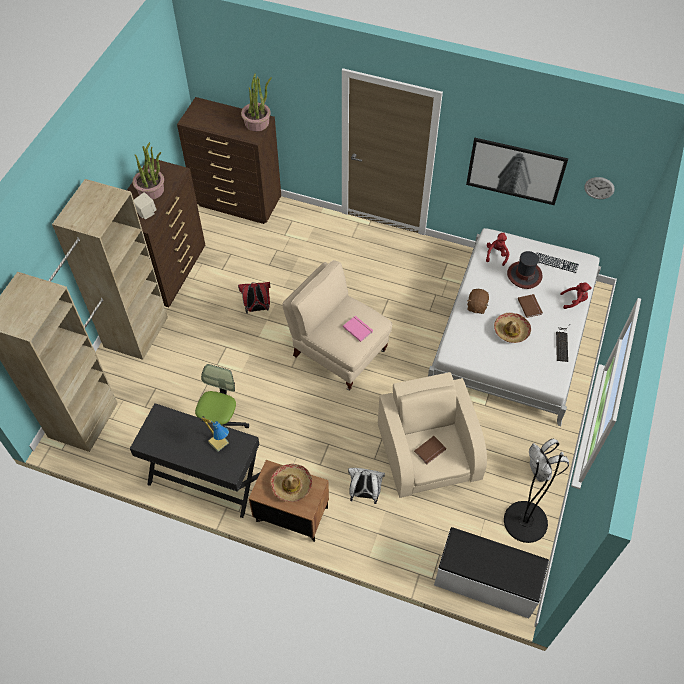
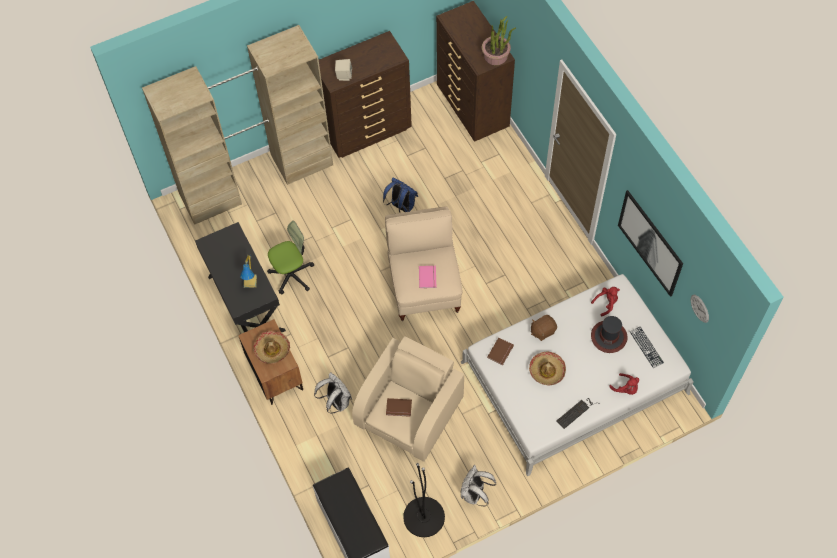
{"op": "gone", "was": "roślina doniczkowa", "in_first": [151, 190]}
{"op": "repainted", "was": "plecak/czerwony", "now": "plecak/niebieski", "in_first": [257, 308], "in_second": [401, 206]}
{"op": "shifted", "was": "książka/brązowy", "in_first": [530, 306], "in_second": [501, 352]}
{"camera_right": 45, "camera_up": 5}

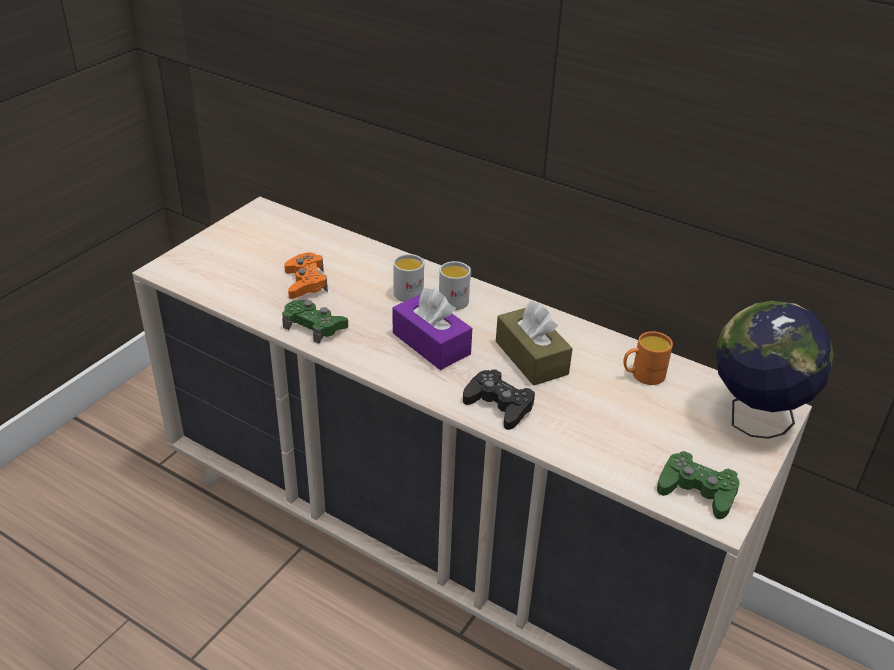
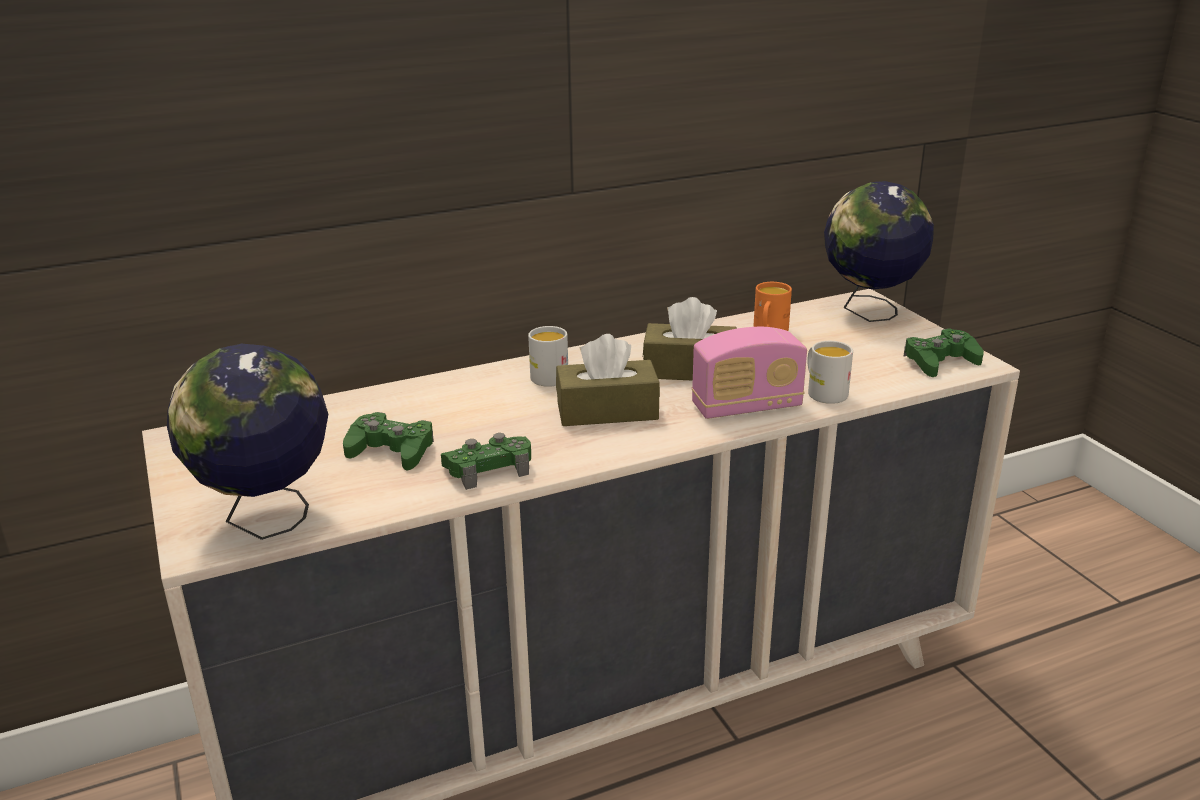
{"op": "repainted", "was": "pad do gier/pomarańczowy", "now": "pad do gier/zielony", "in_first": [306, 282], "in_second": [391, 450]}
{"op": "shifted", "was": "kubek/biały", "in_first": [411, 291], "in_second": [823, 392]}
{"op": "repainted", "was": "pudełko chusteczek/fioletowy", "now": "pudełko chusteczek/brązowy", "in_first": [431, 343], "in_second": [607, 411]}
{"op": "swapped", "was": "pad do gier/czarny", "now": "radio", "in_first": [499, 405], "in_second": [746, 407]}
{"op": "new", "now": "globus", "in_second": [267, 519]}
{"camera_right": -55, "camera_up": -10}

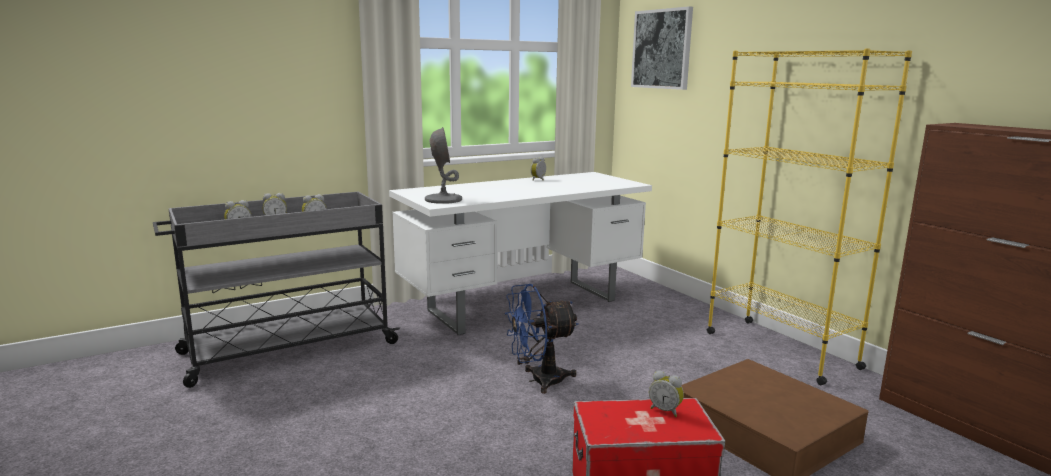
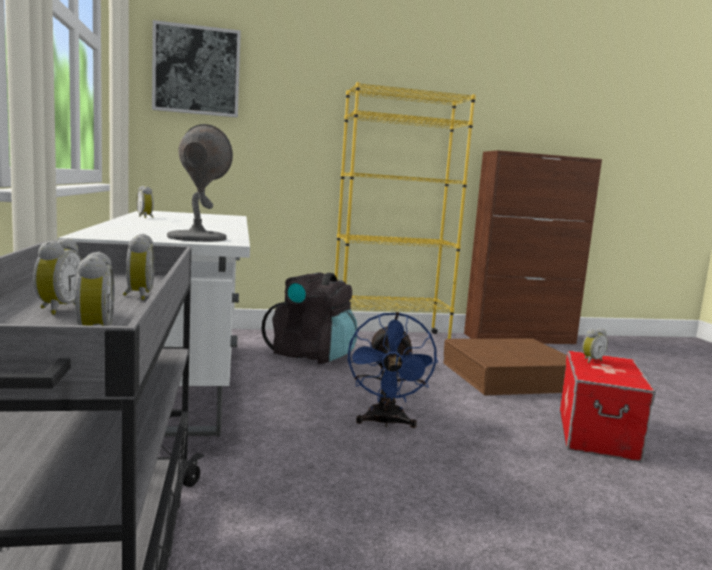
{"op": "new", "now": "plecak/czarny", "in_second": [312, 355]}
{"camera_right": -70, "camera_up": -5}

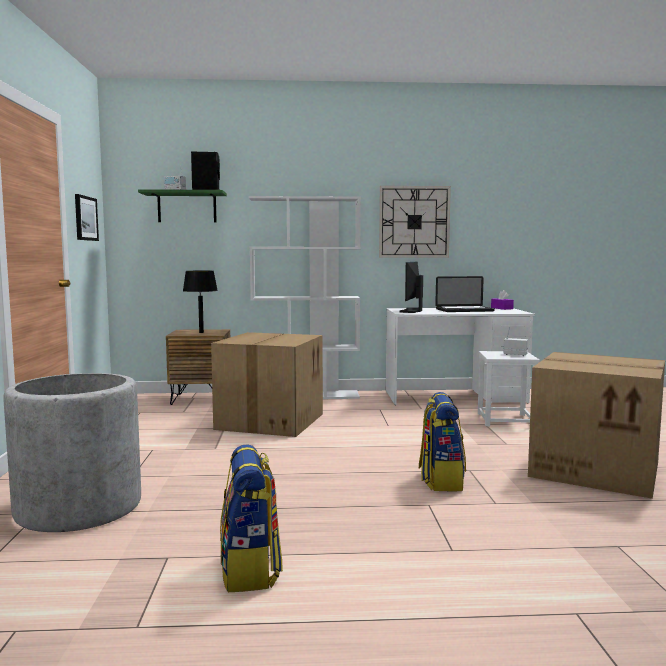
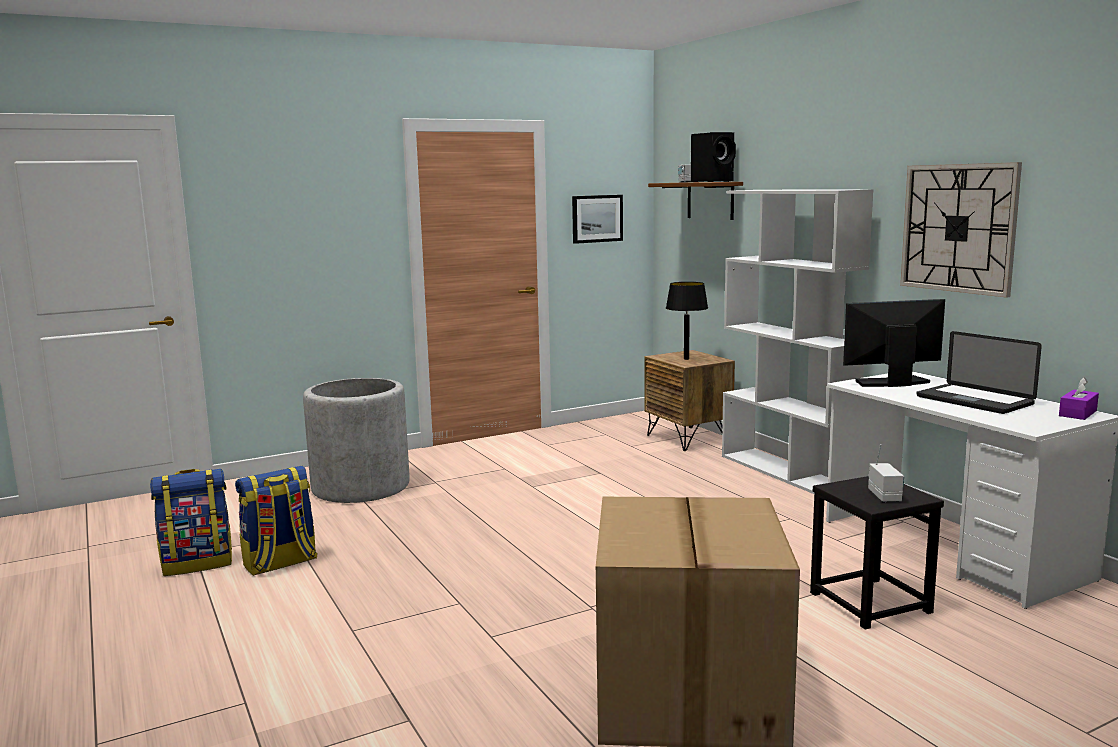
{"op": "repainted", "was": "półka/zielony", "now": "półka/brązowy", "in_first": [187, 207], "in_second": [710, 200]}
{"op": "gone", "was": "karton", "in_first": [269, 421]}
{"op": "repainted", "was": "stołek/biały", "now": "stołek/czarny", "in_first": [505, 420], "in_second": [869, 602]}
{"op": "shifted", "was": "plecak", "in_first": [440, 480], "in_second": [198, 563]}
{"camera_right": 65, "camera_up": 5}

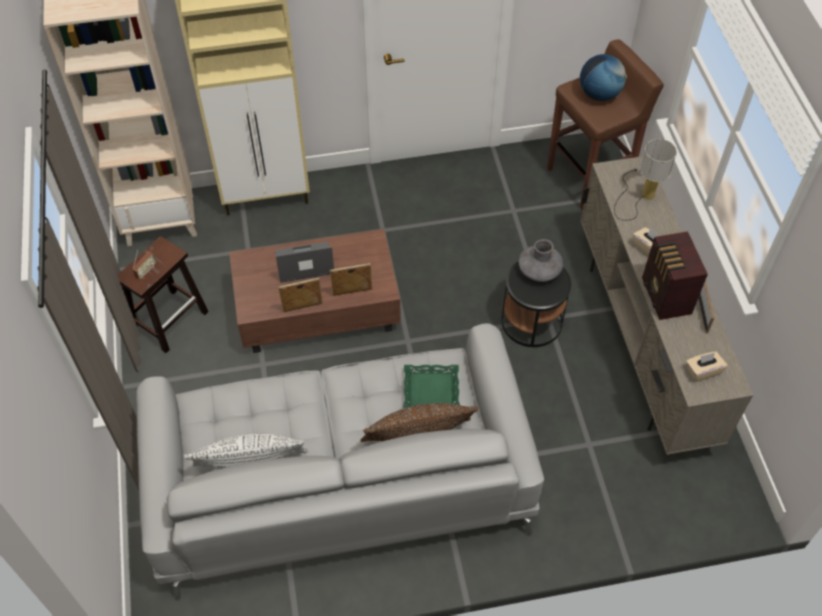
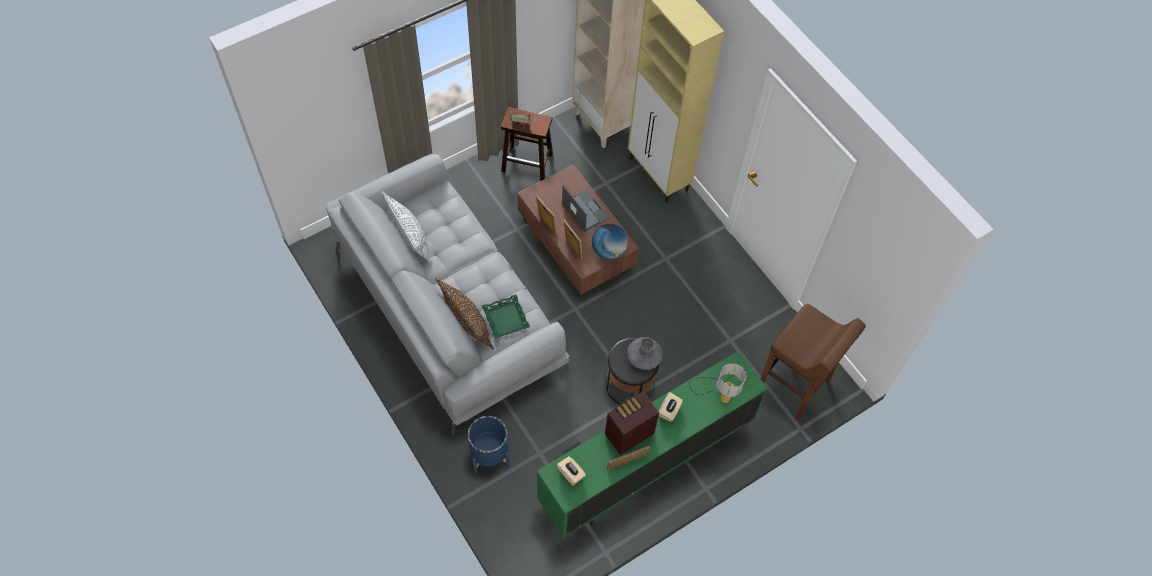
{"op": "shifted", "was": "globus", "in_first": [599, 94], "in_second": [608, 251]}
{"op": "repainted", "was": "szafka pod telewizor/beżowy", "now": "szafka pod telewizor/zielony", "in_first": [642, 343], "in_second": [645, 467]}
{"op": "new", "now": "donica/niebieski", "in_second": [489, 454]}
{"camera_right": 65, "camera_up": 5}

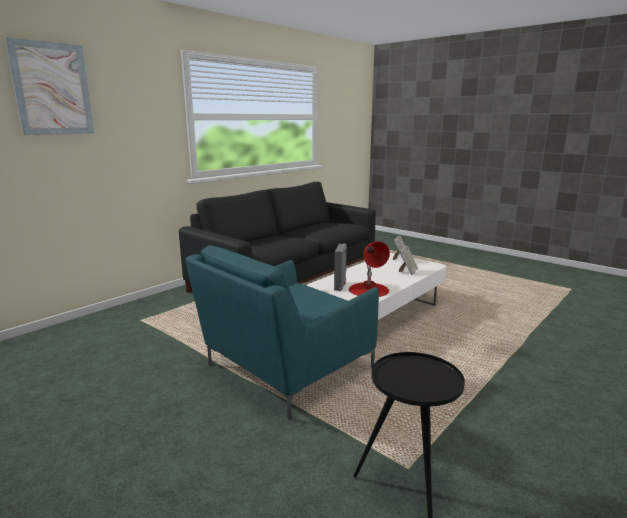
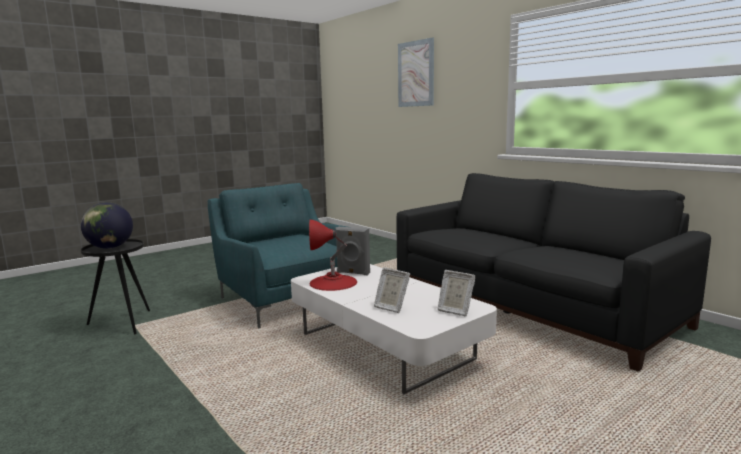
{"op": "new", "now": "globus", "in_second": [110, 247]}
{"camera_right": 100, "camera_up": -5}

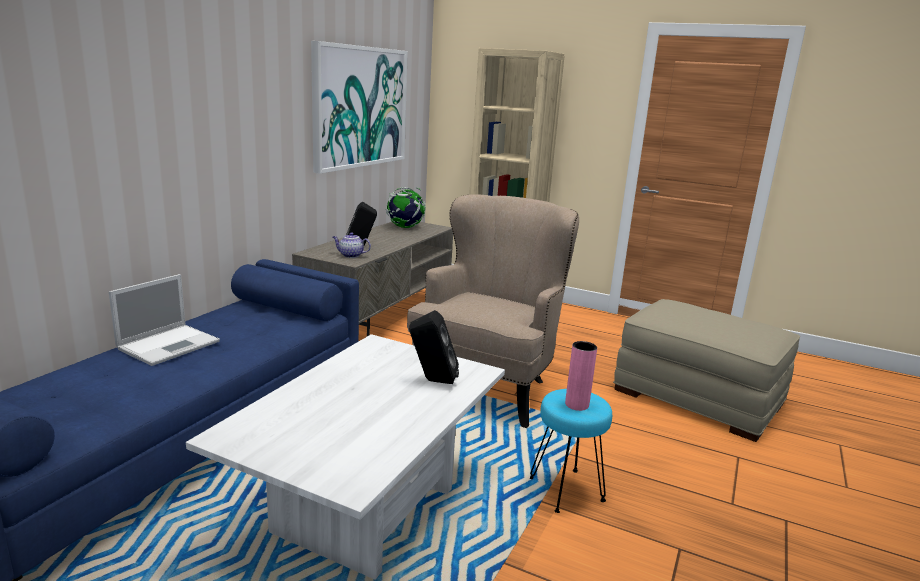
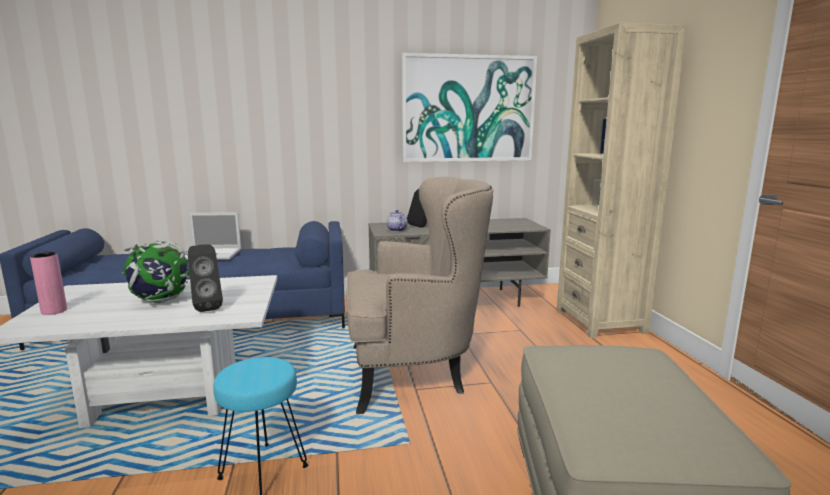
{"op": "shifted", "was": "globus", "in_first": [405, 227], "in_second": [160, 301]}
{"op": "shifted", "was": "wazon/różowy", "in_first": [577, 405], "in_second": [54, 311]}
{"camera_right": 55, "camera_up": -5}

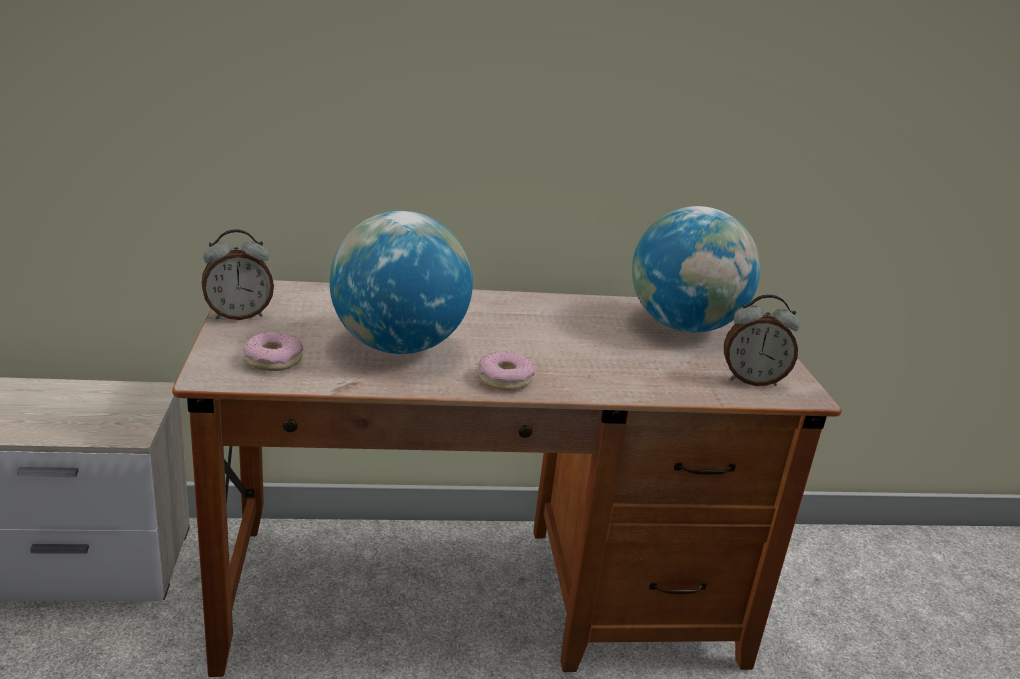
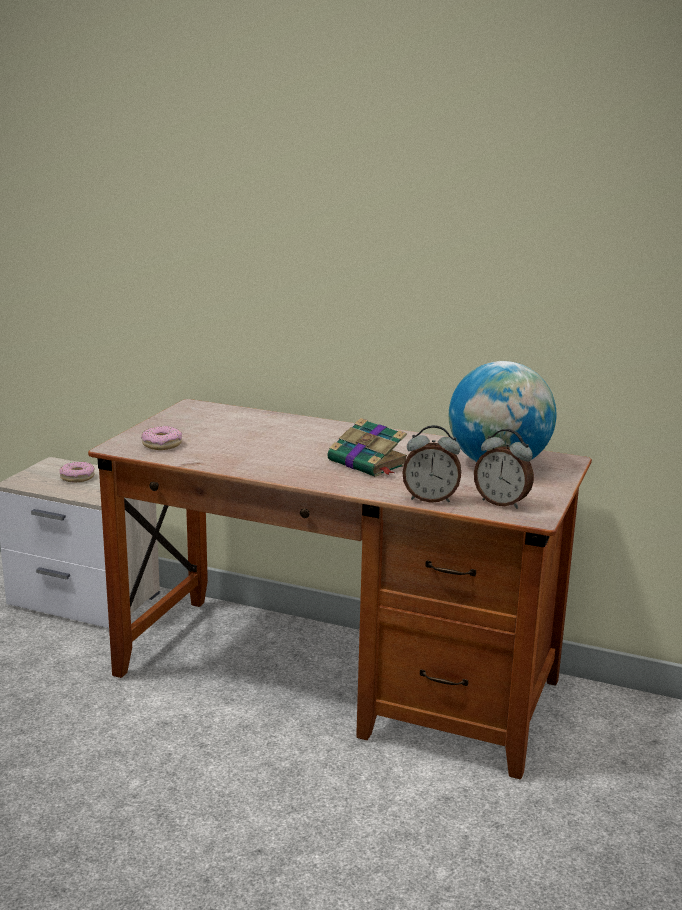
{"op": "gone", "was": "globus", "in_first": [398, 347]}
{"op": "shifted", "was": "budzik", "in_first": [238, 315], "in_second": [430, 499]}
{"op": "shifted", "was": "donut", "in_first": [504, 379], "in_second": [77, 477]}
{"op": "new", "now": "książka", "in_second": [369, 463]}
{"camera_right": 30, "camera_up": -5}

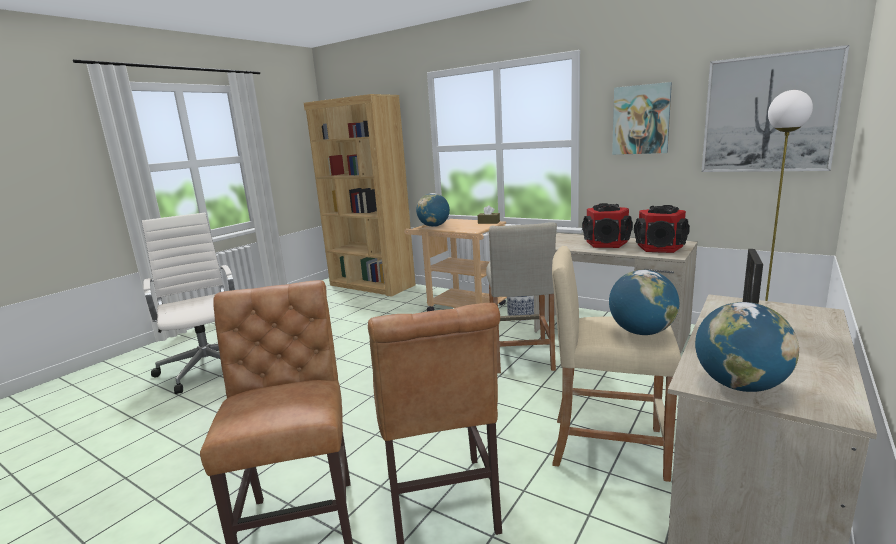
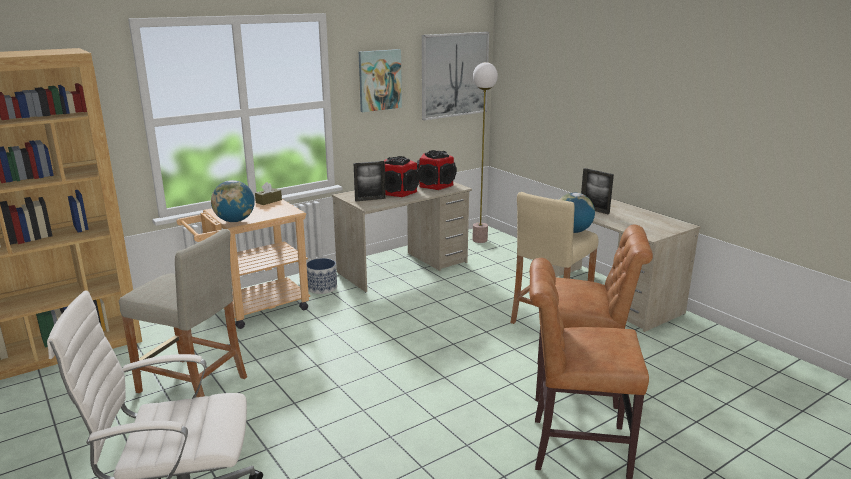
{"op": "shifted", "was": "stołek/beżowy", "in_first": [521, 354], "in_second": [192, 384]}
{"op": "gone", "was": "globus", "in_first": [740, 386]}
{"op": "new", "now": "ramka na zdjęcie", "in_second": [370, 199]}
{"camera_right": -70, "camera_up": 5}

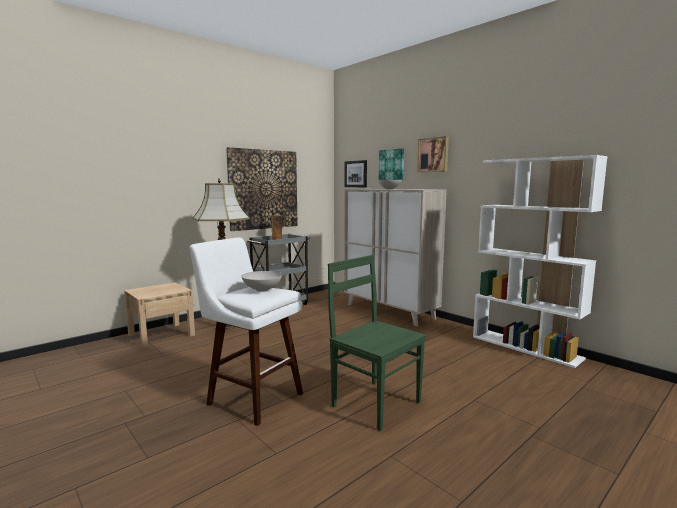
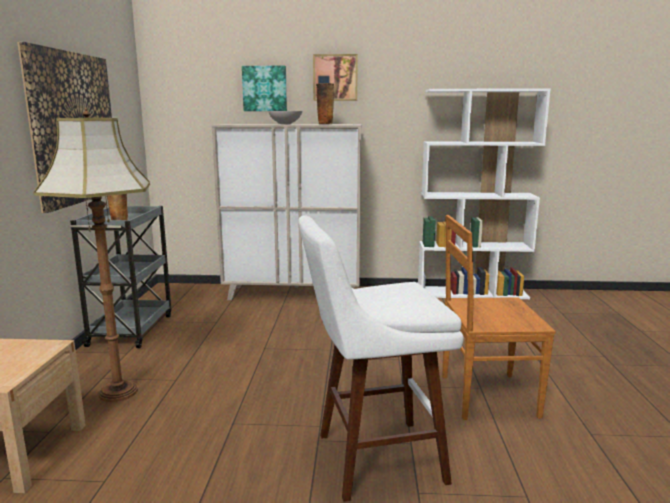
{"op": "gone", "was": "obraz", "in_first": [356, 174]}
{"op": "repainted", "was": "krzesło/zielony", "now": "krzesło/brązowy", "in_first": [374, 403], "in_second": [485, 396]}
{"op": "gone", "was": "miska/biały", "in_first": [263, 290]}
{"op": "new", "now": "wazon", "in_second": [325, 124]}
{"camera_right": -45, "camera_up": 5}

